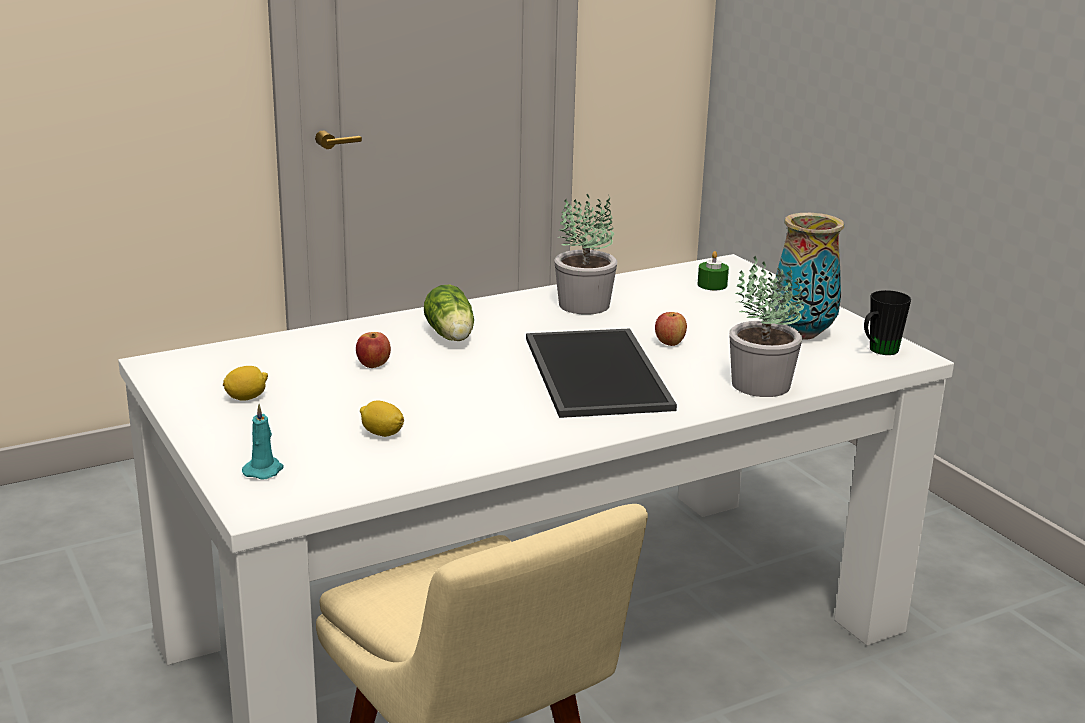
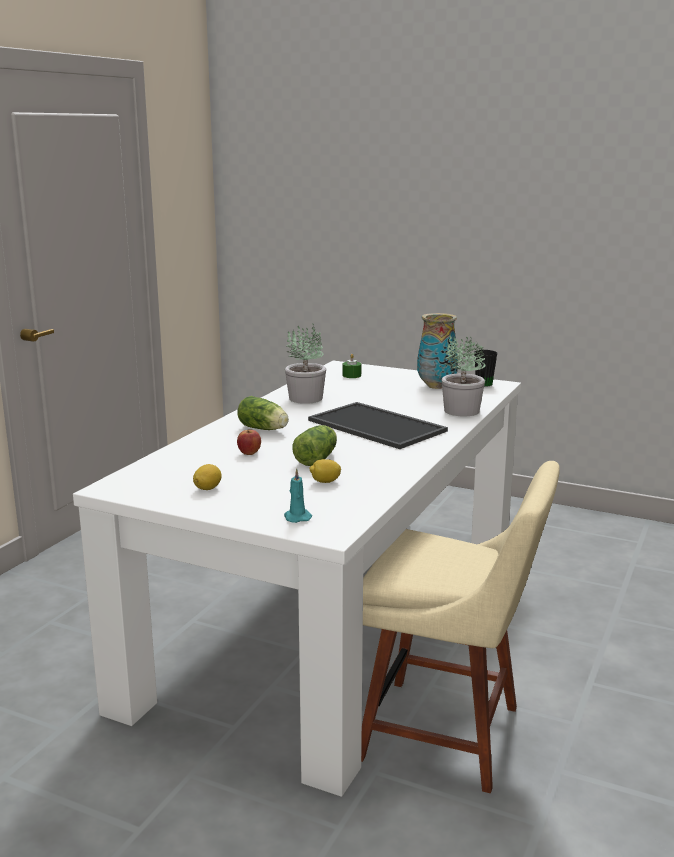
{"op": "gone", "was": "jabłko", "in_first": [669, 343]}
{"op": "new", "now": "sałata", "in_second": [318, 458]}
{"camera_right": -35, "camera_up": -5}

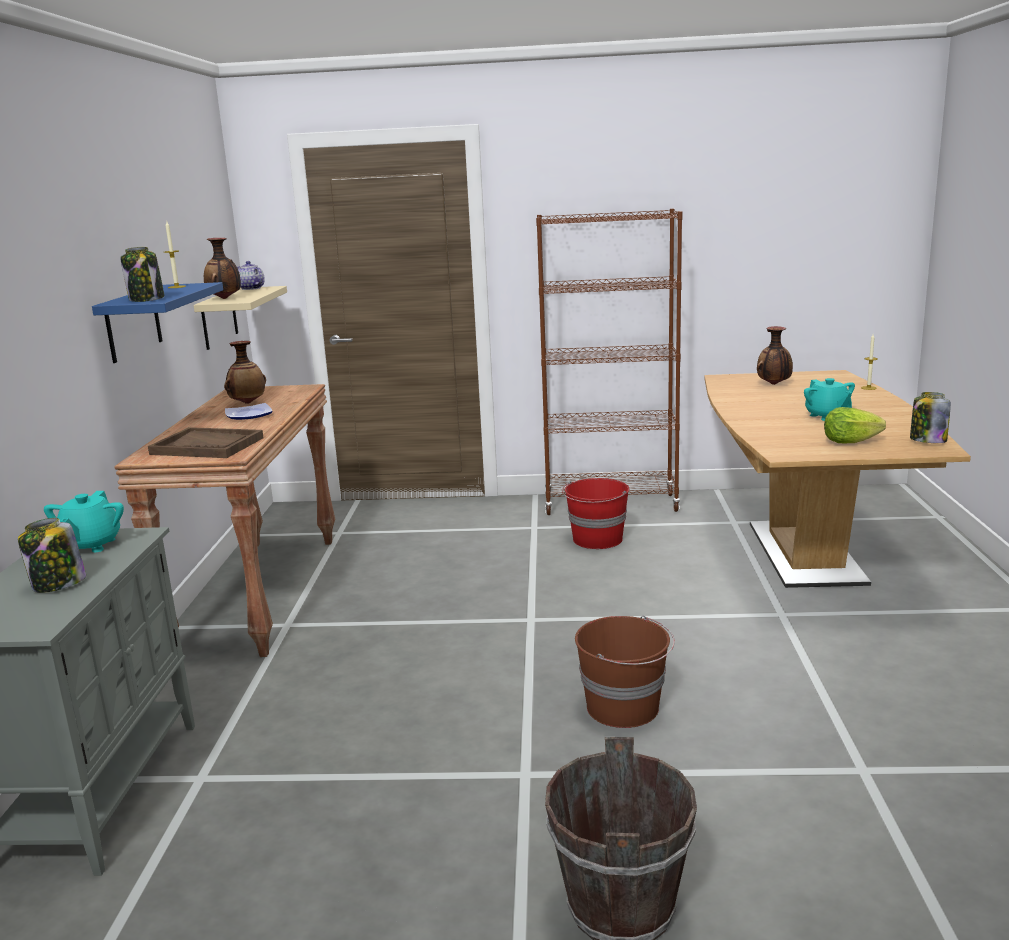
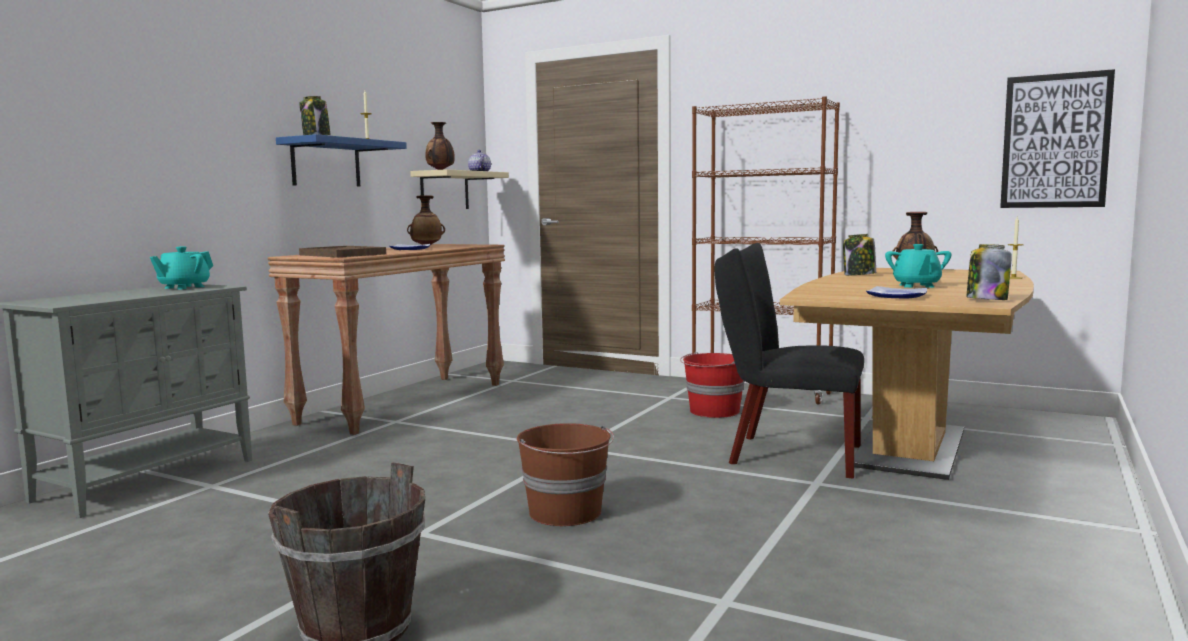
{"op": "swapped", "was": "sałata", "now": "talerz", "in_first": [849, 442], "in_second": [895, 296]}
{"op": "shifted", "was": "słoik", "in_first": [58, 584], "in_second": [859, 275]}
{"op": "new", "now": "obraz", "in_second": [1055, 141]}
{"op": "new", "now": "krzesło/czarny", "in_second": [786, 454]}
{"camera_right": 25, "camera_up": -10}

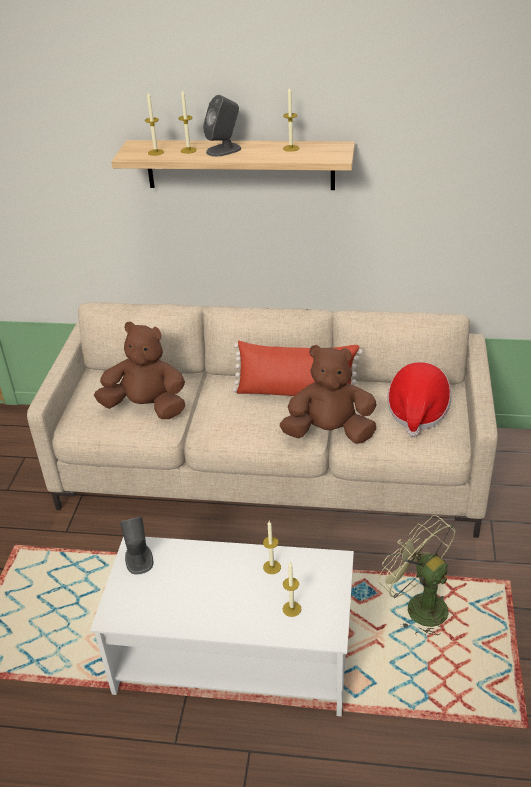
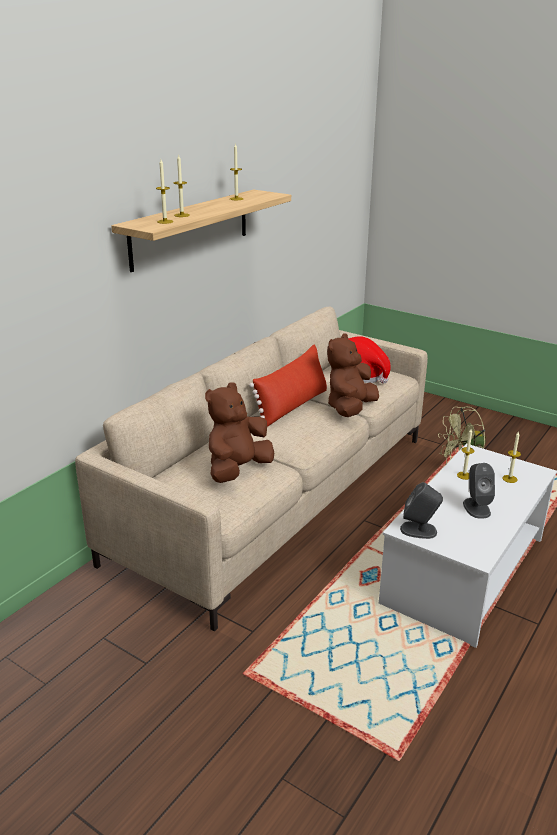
{"op": "shifted", "was": "głośnik/szary", "in_first": [224, 150], "in_second": [476, 508]}
{"camera_right": -65, "camera_up": -10}

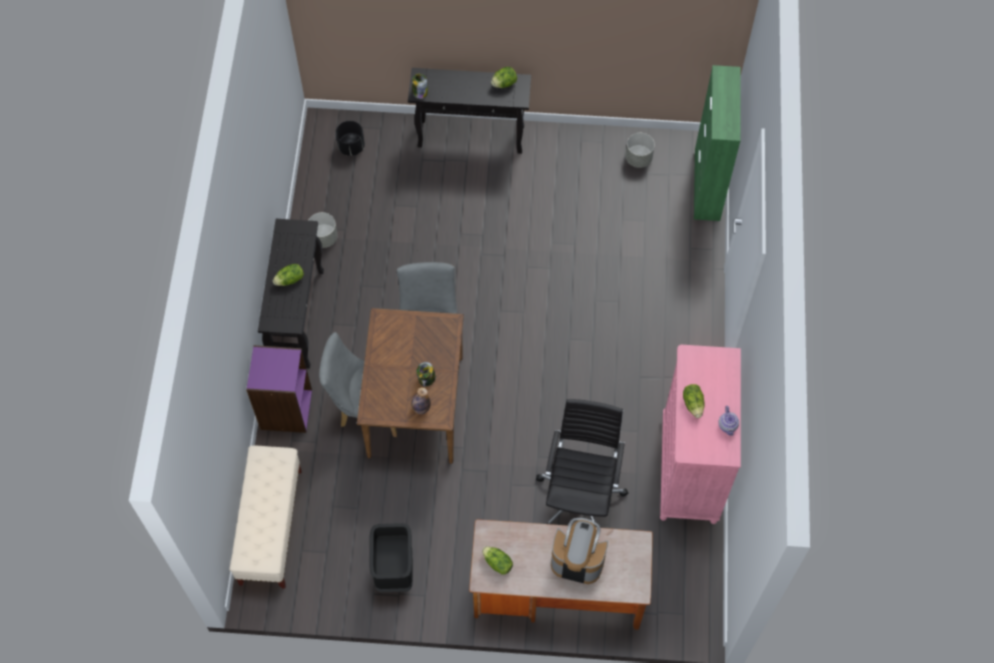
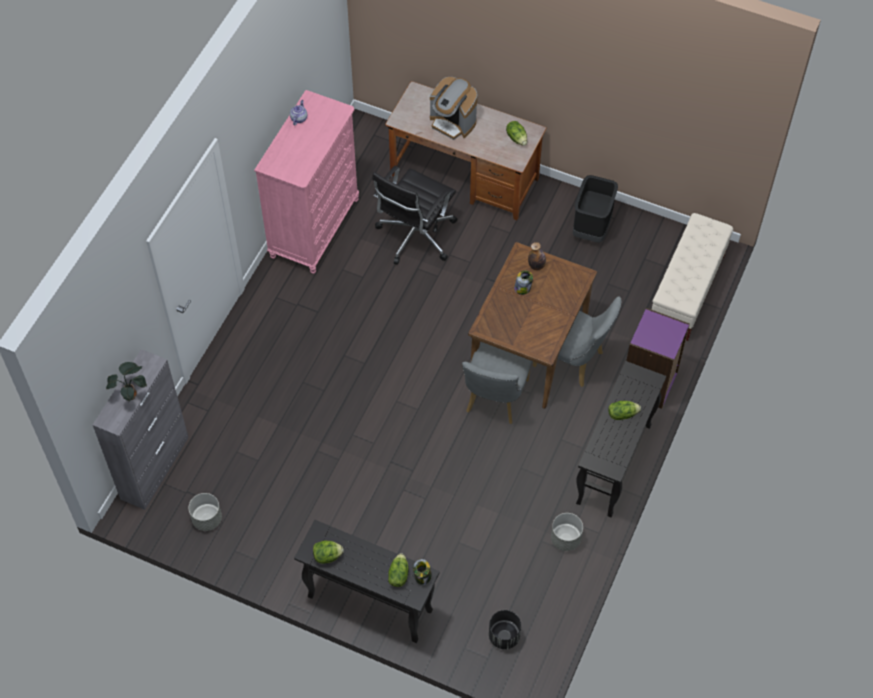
{"op": "repainted", "was": "szafka/zielony", "now": "szafka/szary", "in_first": [707, 185], "in_second": [155, 467]}
{"op": "shifted", "was": "sałata", "in_first": [693, 404], "in_second": [398, 575]}
{"op": "new", "now": "roślina doniczkowa", "in_second": [131, 394]}
{"camera_right": -160, "camera_up": -5}

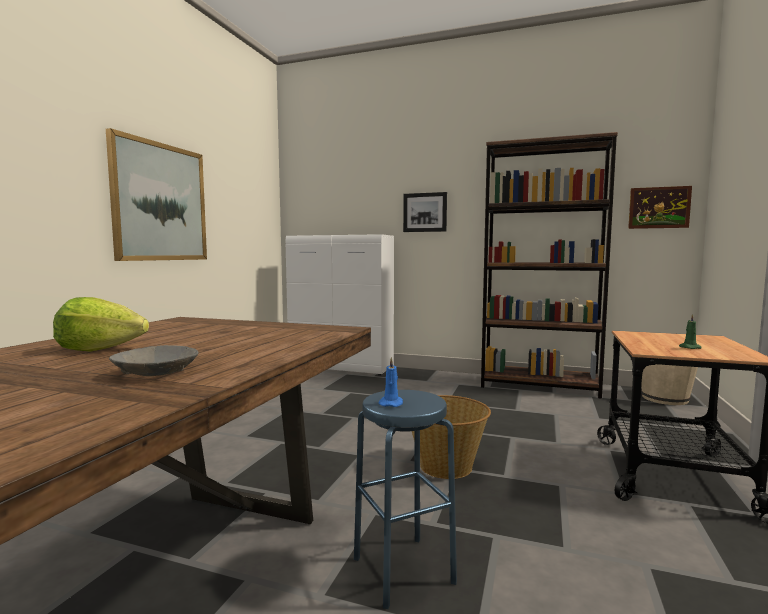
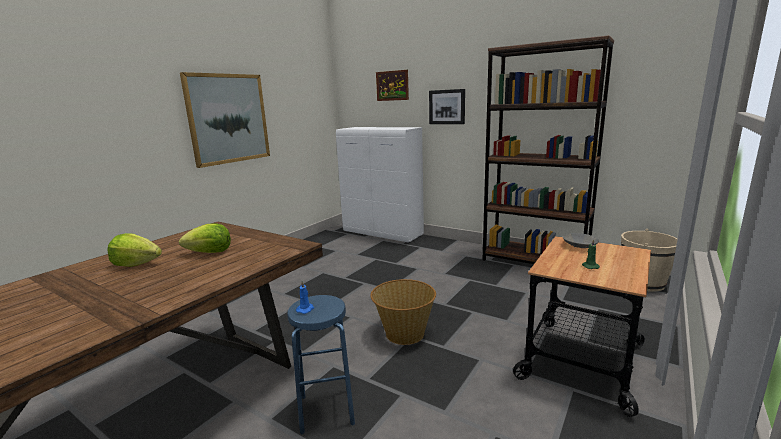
{"op": "shifted", "was": "obraz", "in_first": [659, 207], "in_second": [392, 85]}
{"op": "shifted", "was": "miska/szary", "in_first": [156, 373], "in_second": [580, 246]}
{"op": "new", "now": "sałata", "in_second": [209, 252]}
{"camera_right": 15, "camera_up": 10}

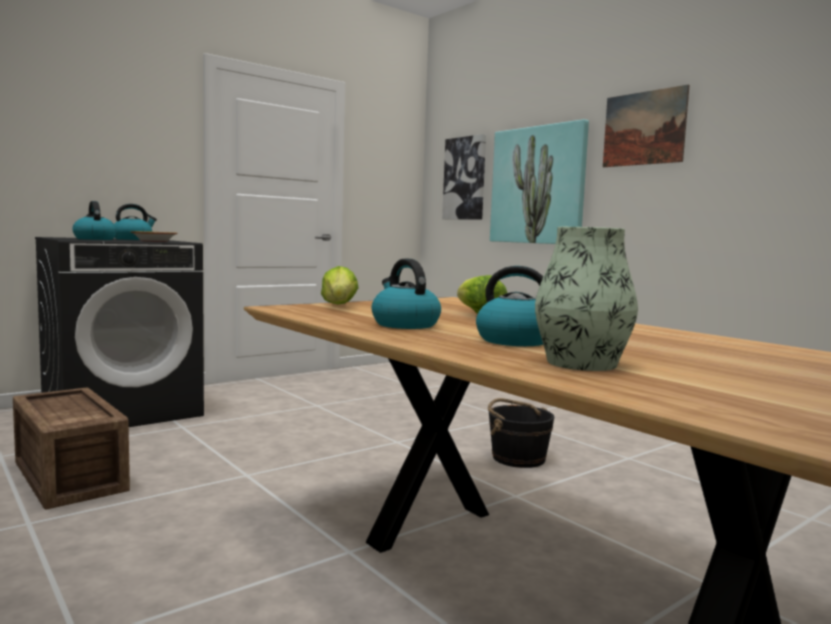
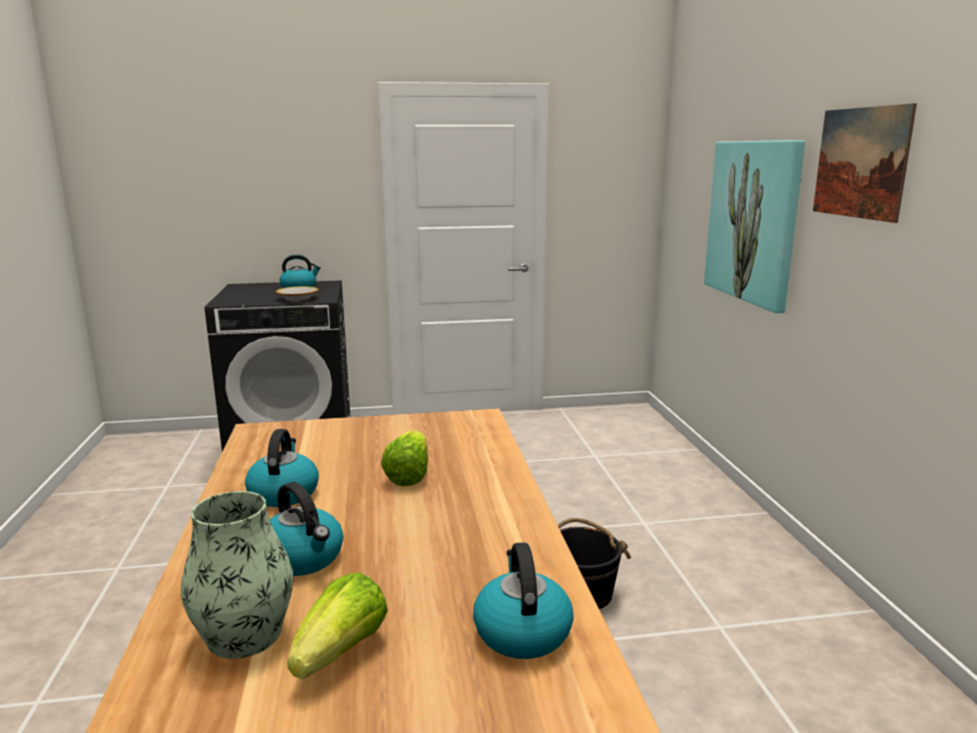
{"op": "gone", "was": "obraz", "in_first": [465, 178]}
{"op": "shifted", "was": "czajnik", "in_first": [94, 239], "in_second": [521, 631]}
{"op": "shifted", "was": "sałata", "in_first": [339, 306], "in_second": [341, 652]}
{"op": "gone", "was": "skrzynka", "in_first": [72, 475]}
{"camera_right": 30, "camera_up": 10}

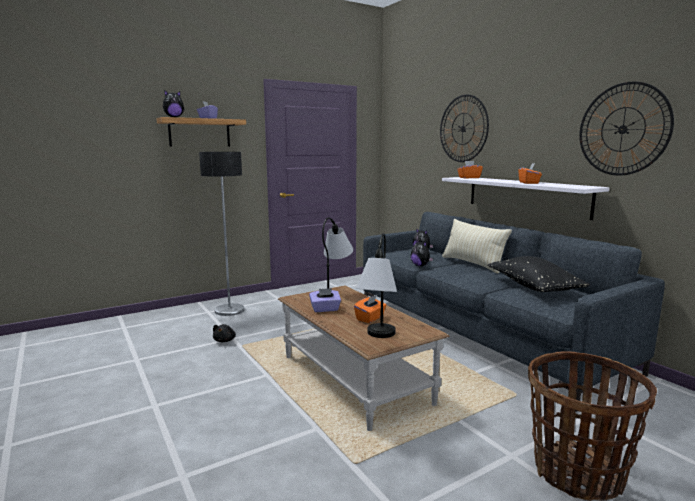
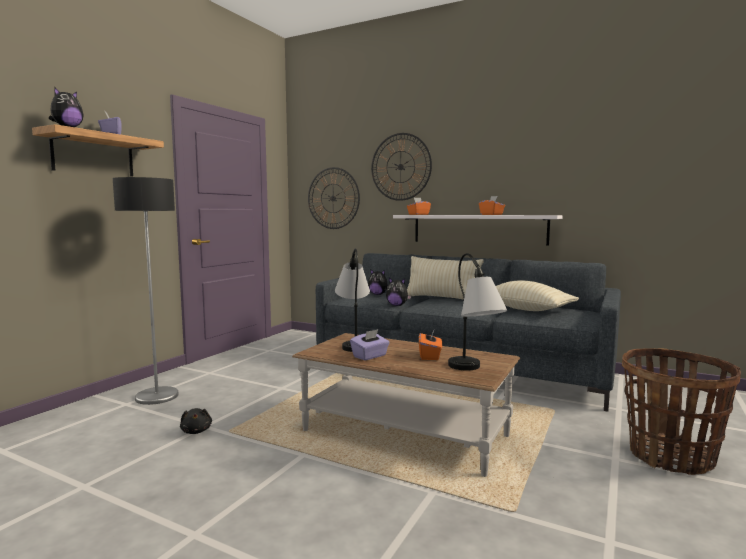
{"op": "shifted", "was": "zegar ścienny", "in_first": [623, 129], "in_second": [333, 198]}
{"op": "repainted", "was": "poduszka/czarny", "now": "poduszka/beżowy", "in_first": [533, 287], "in_second": [525, 309]}
{"camera_right": -30, "camera_up": -5}

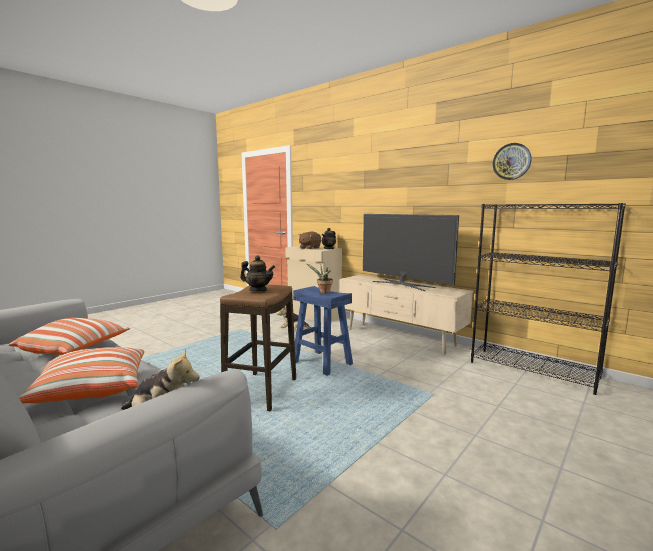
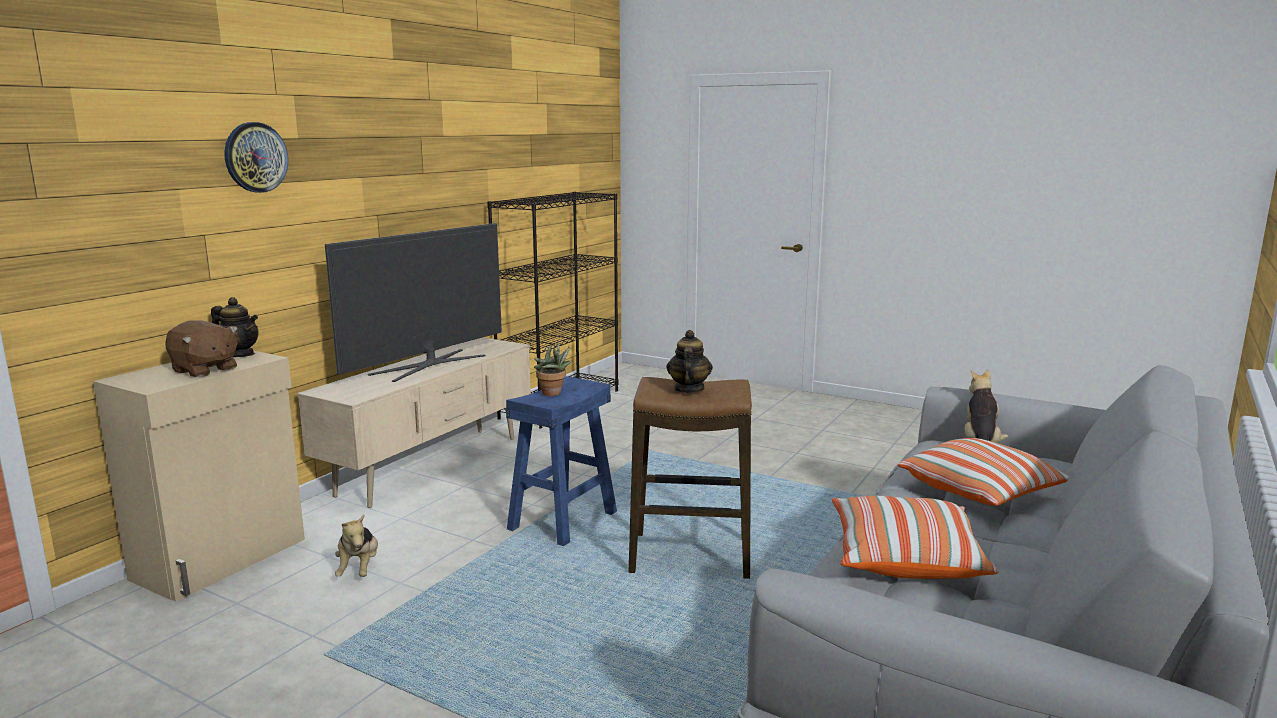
{"op": "shifted", "was": "zegar ścienny", "in_first": [511, 161], "in_second": [255, 157]}
{"camera_right": -100, "camera_up": 5}

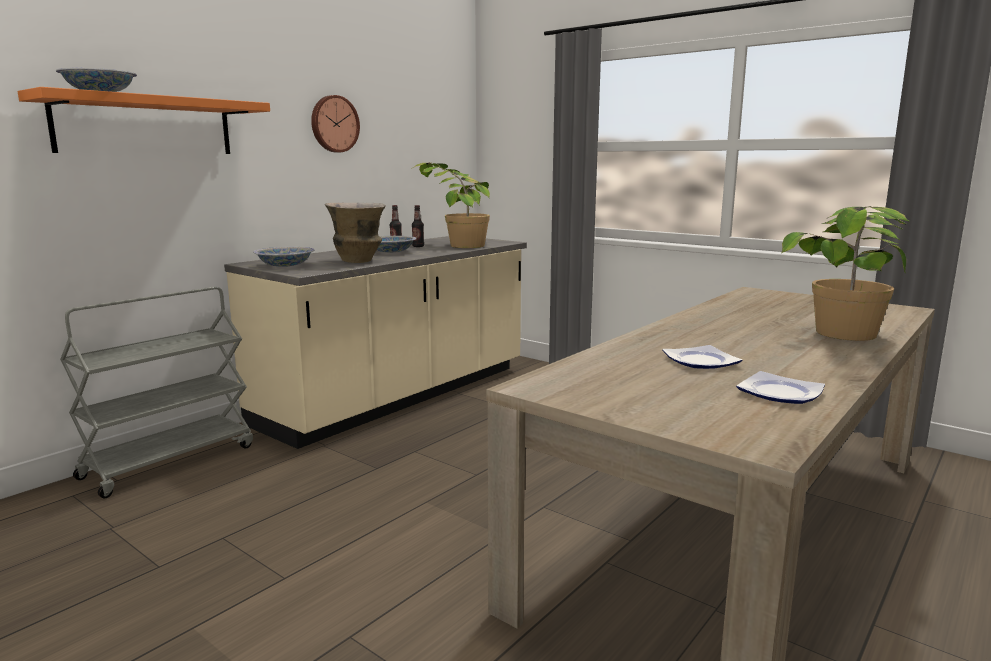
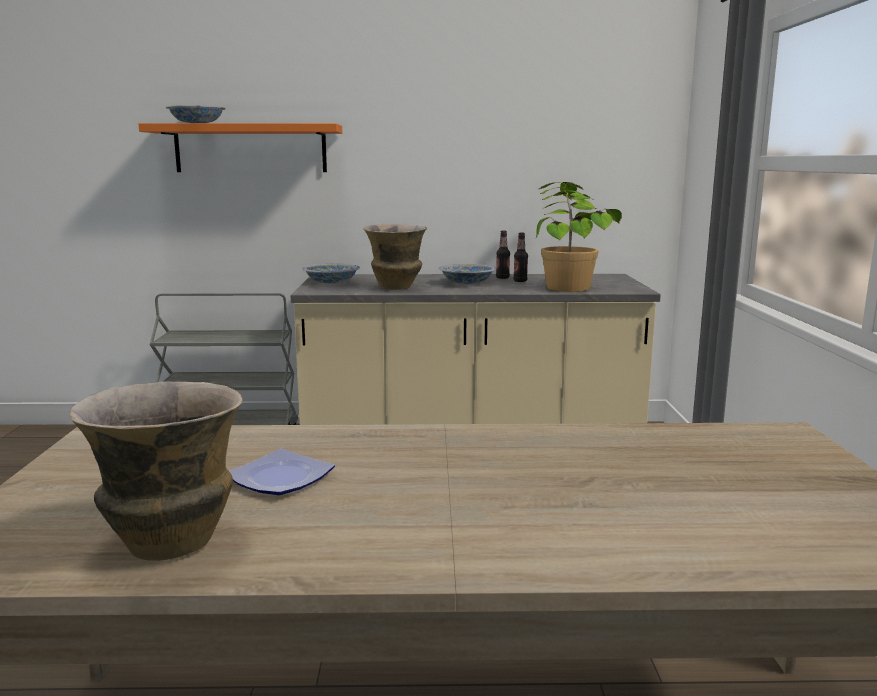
{"op": "gone", "was": "zegar ścienny", "in_first": [334, 124]}
{"op": "gone", "was": "roślina doniczkowa", "in_first": [841, 340]}
{"op": "swapped", "was": "talerz", "now": "wazon", "in_first": [778, 393], "in_second": [171, 541]}
{"camera_right": 50, "camera_up": 0}

